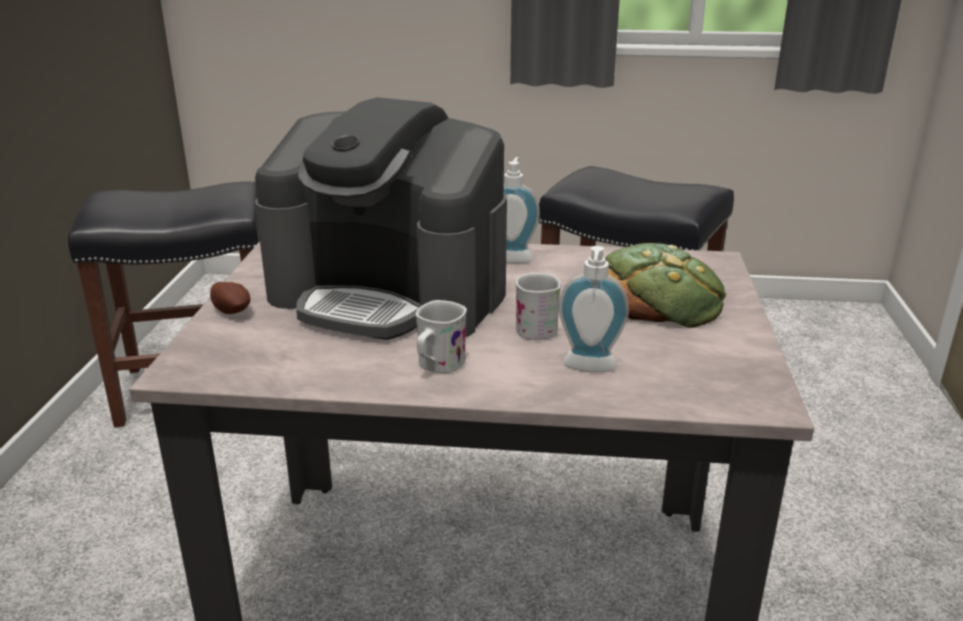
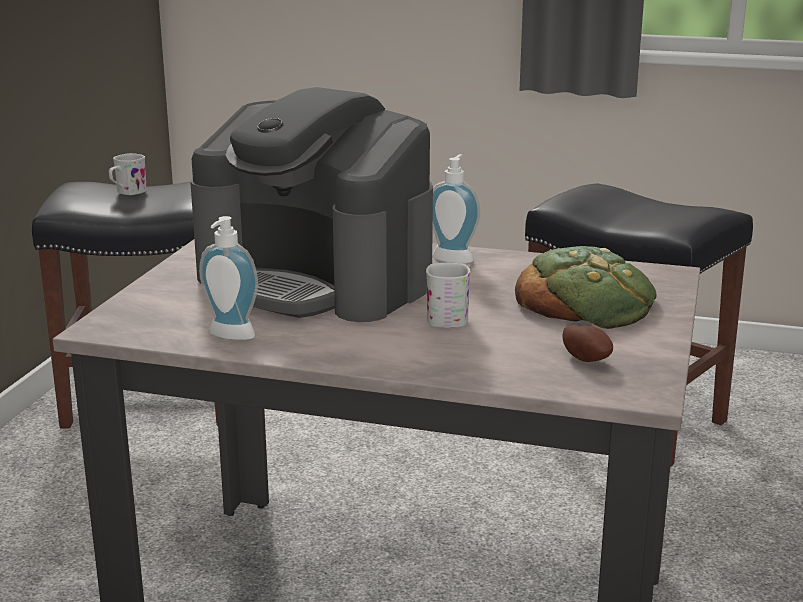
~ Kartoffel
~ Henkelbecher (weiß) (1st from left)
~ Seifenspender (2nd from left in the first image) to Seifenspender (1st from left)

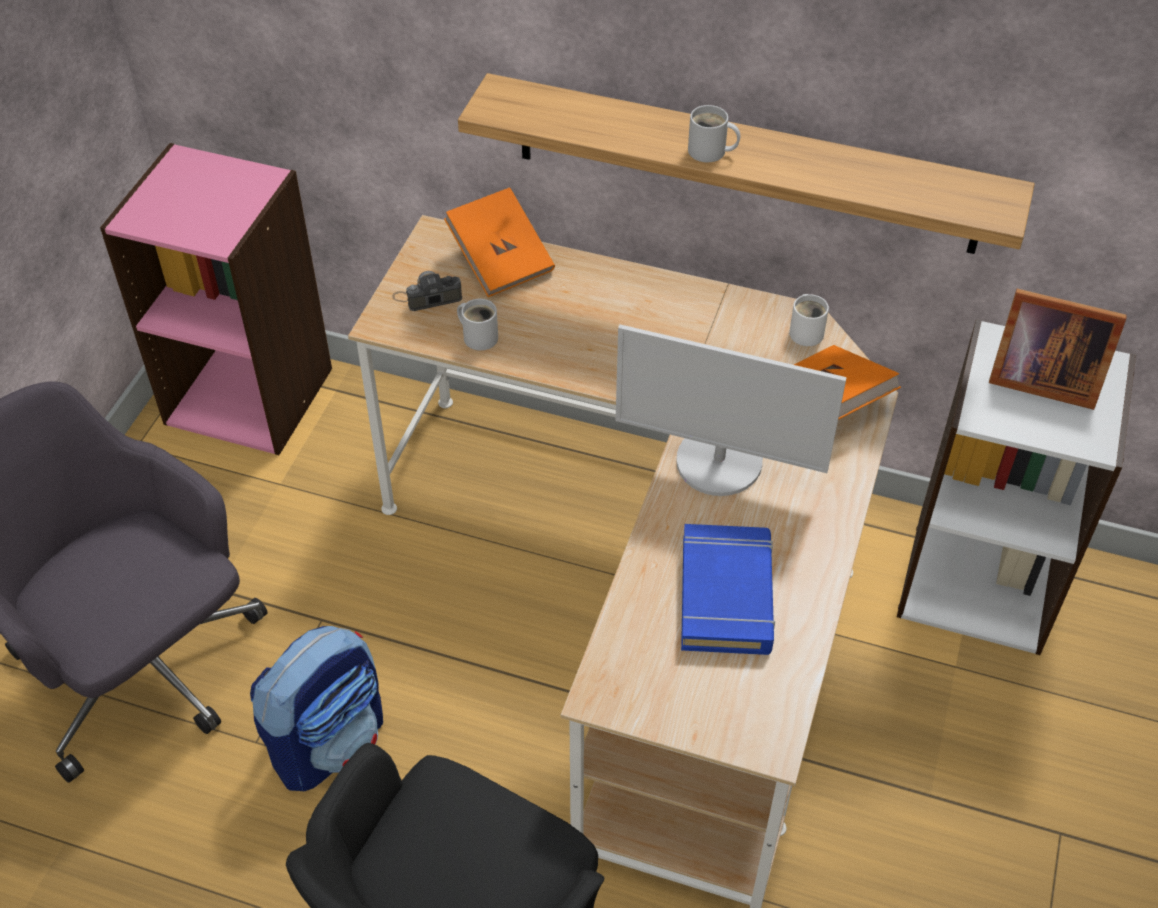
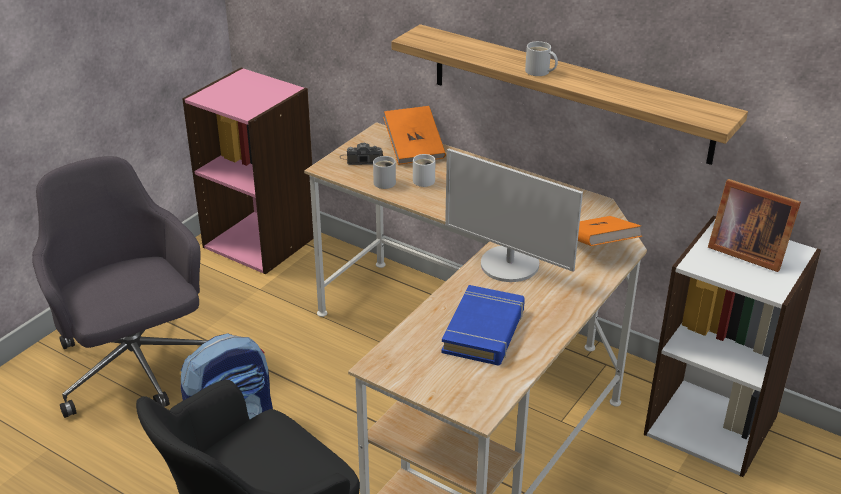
~ Henkelbecher (weiß) (3rd from left in the first image) to Henkelbecher (weiß) (2nd from left)

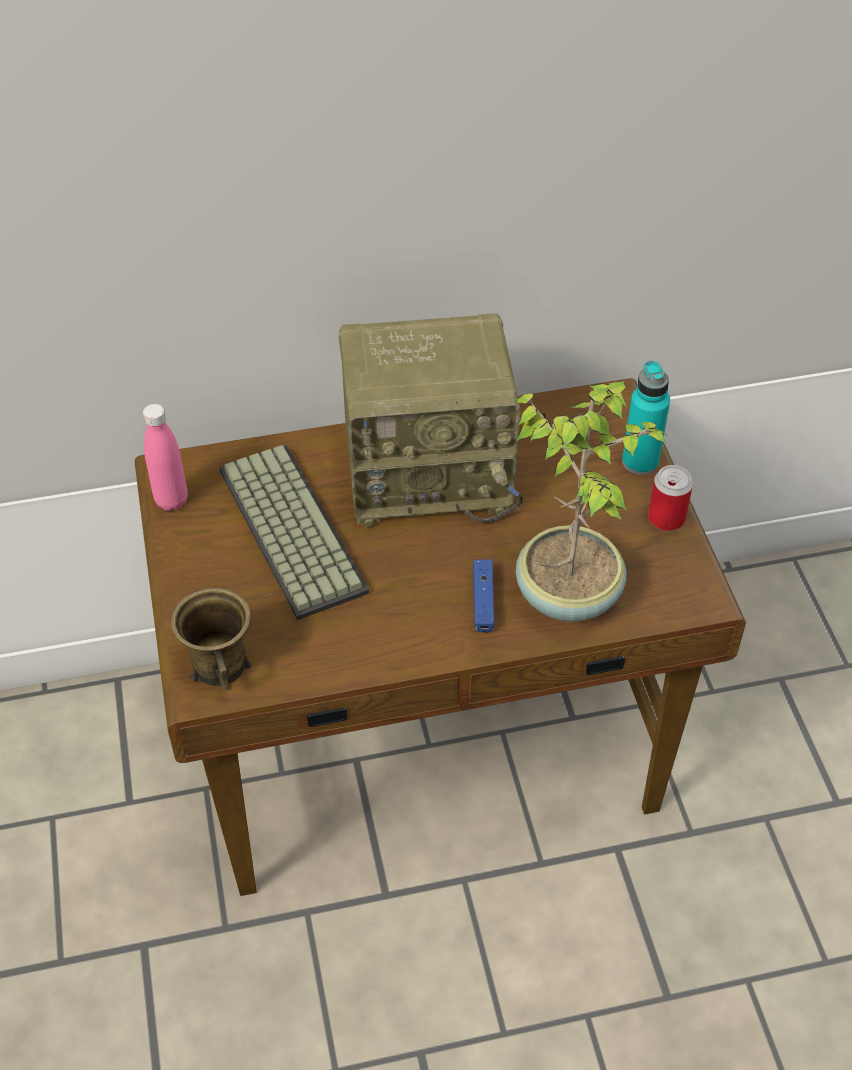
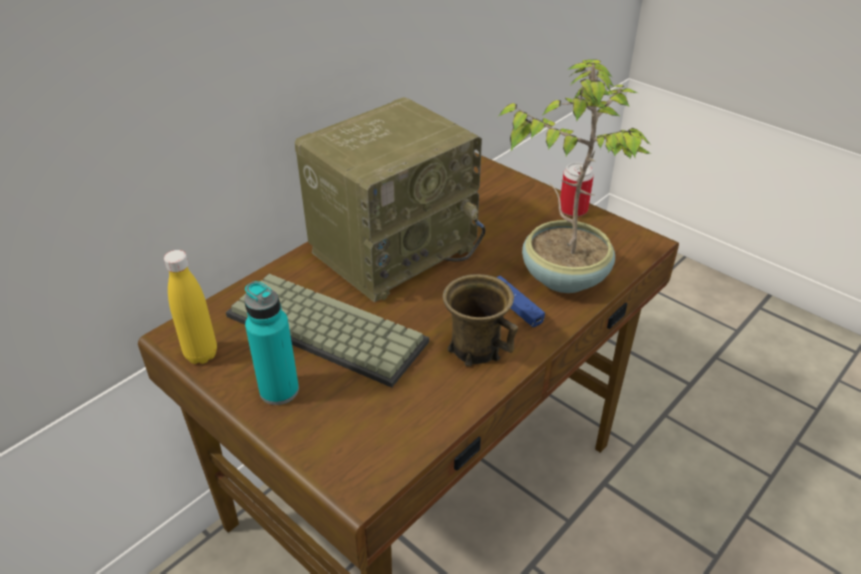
~ Flasche (rosa) to Flasche (gelb)
~ Henkelbecher (braun)
~ Flasche (türkis)

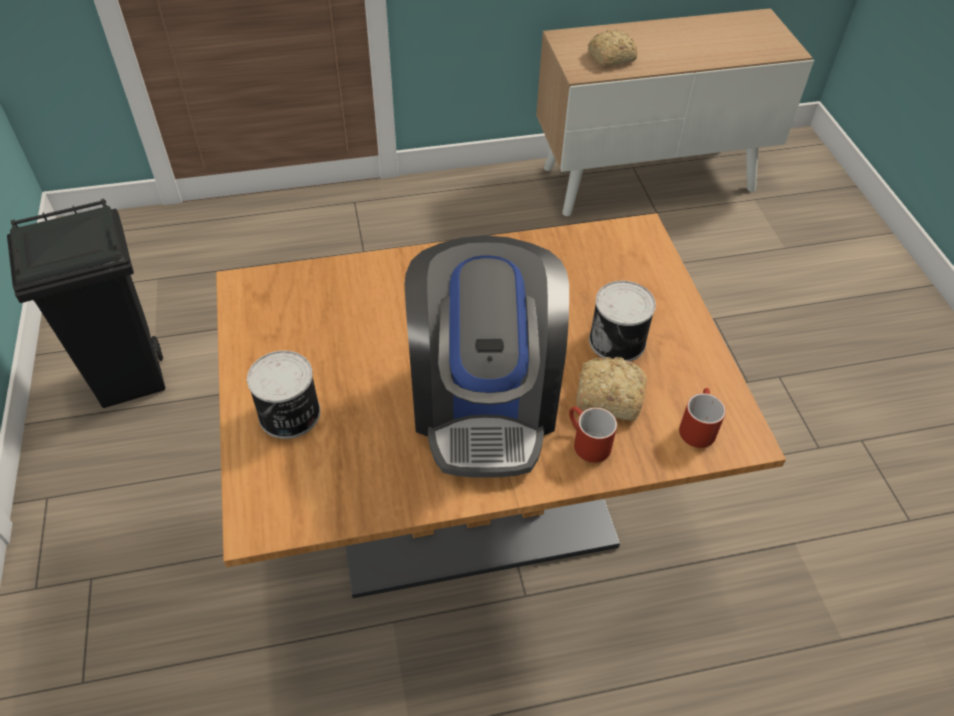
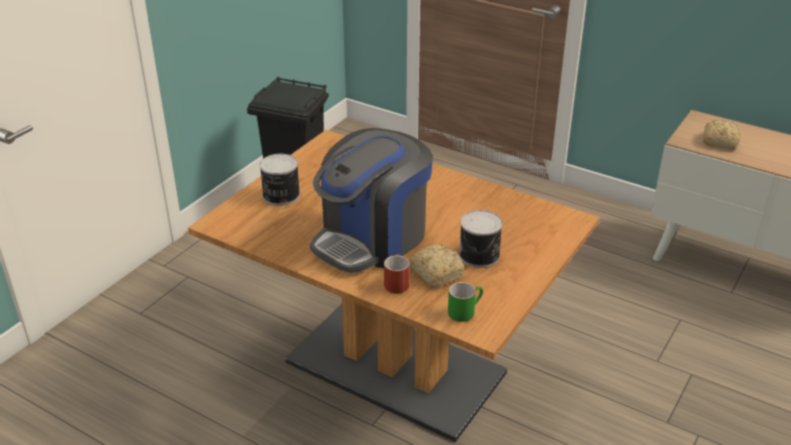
~ Henkelbecher (rot) (2nd from left) to Henkelbecher (grün)

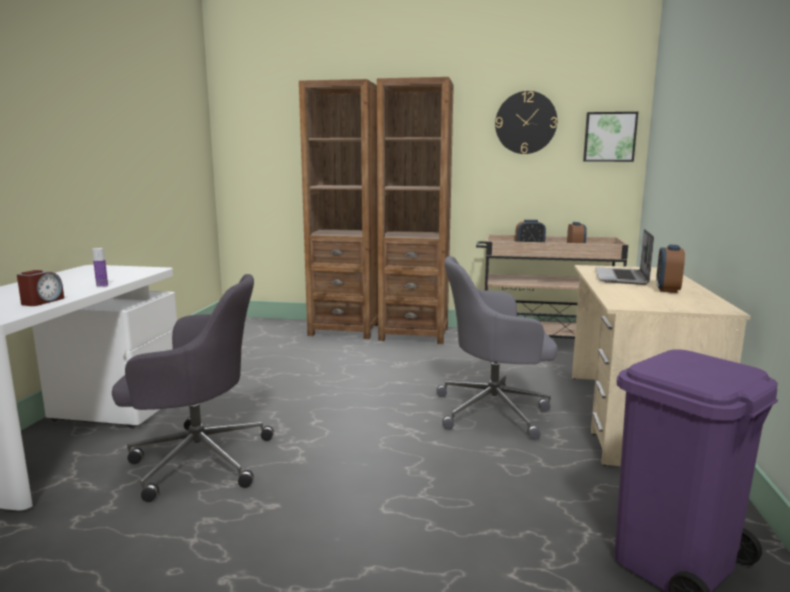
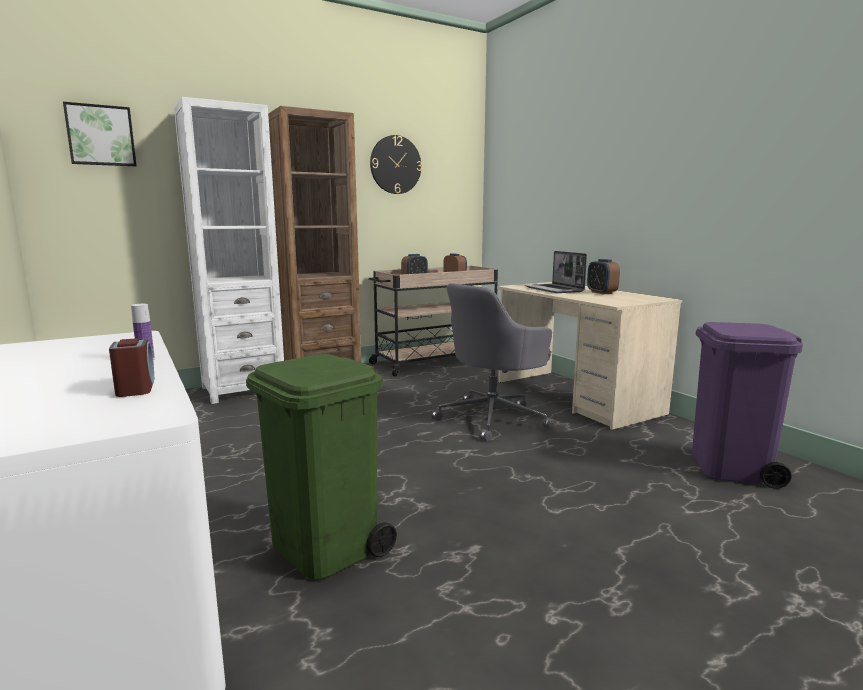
~ Bürostuhl (grau) (1st from left) to Mülleimer (grün)
~ Bücherregal (braun) (1st from left) to Bücherregal (weiß)
~ Bild

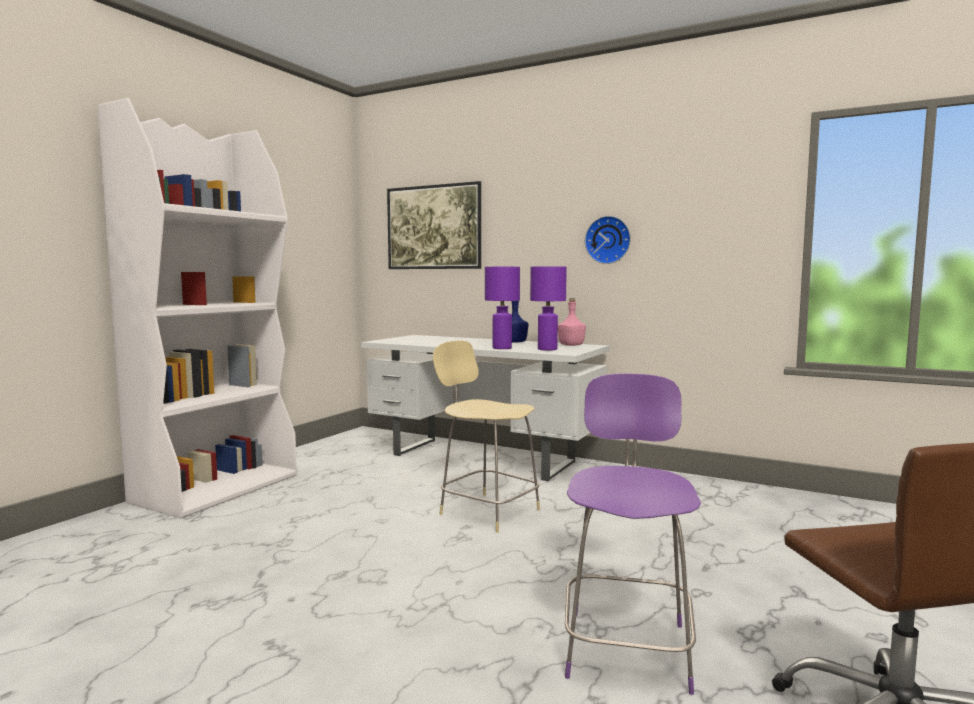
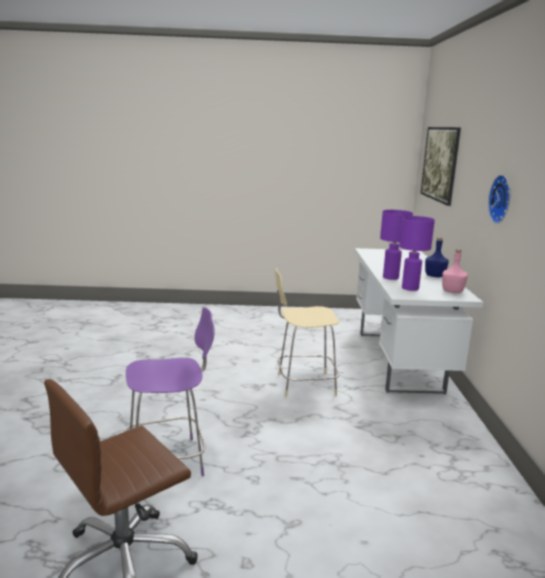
- Bücherregal (weiß)
~ Stuhl (beige) 105 degrees counterclockwise

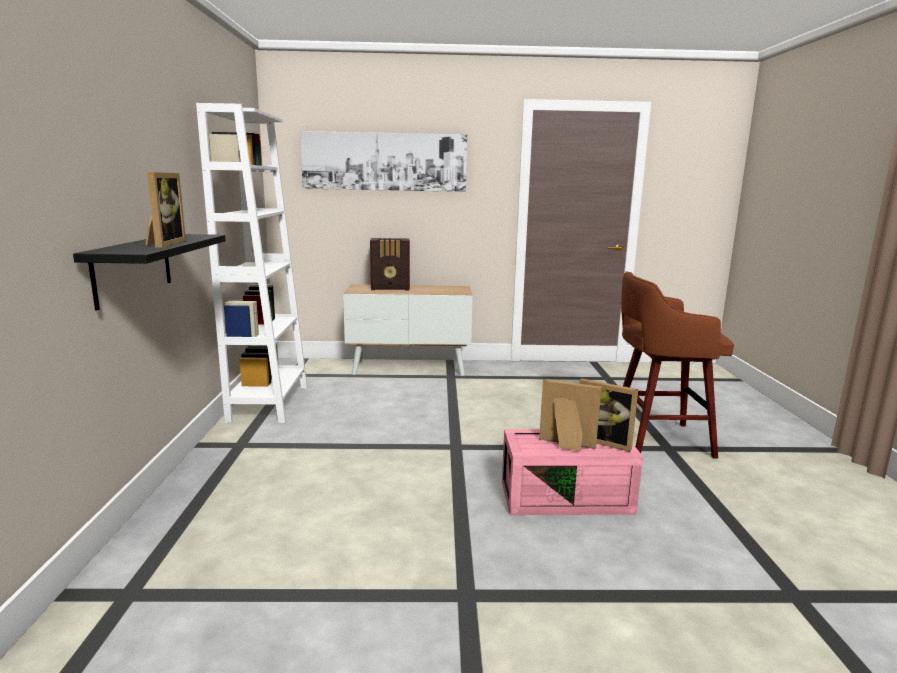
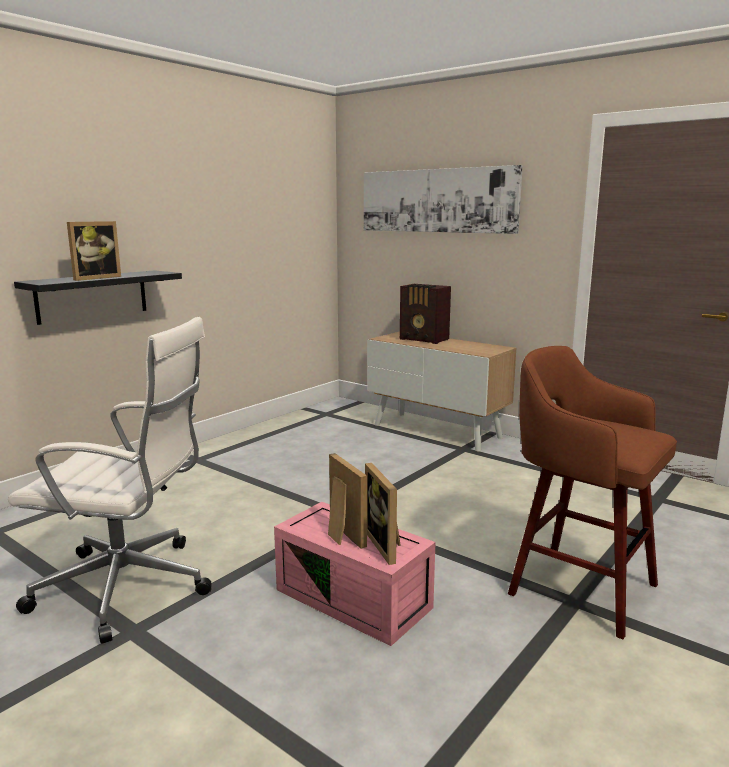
- Bücherregal (weiß)
+ Bürostuhl (weiß)

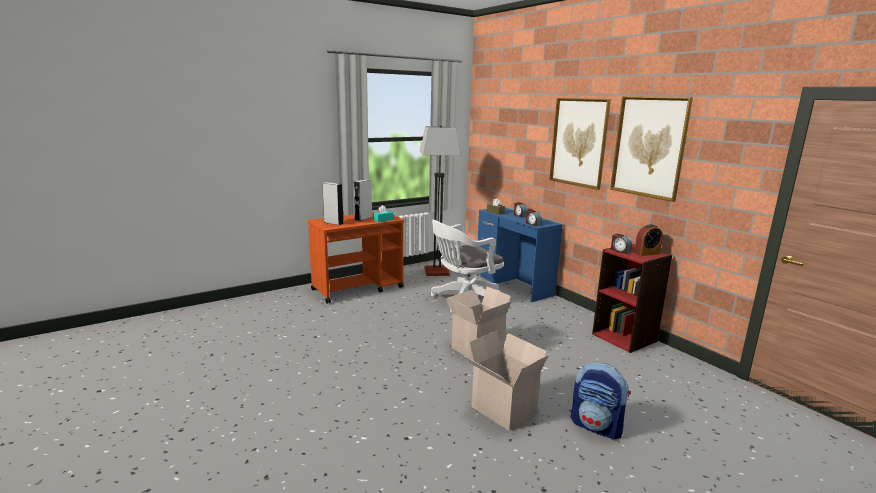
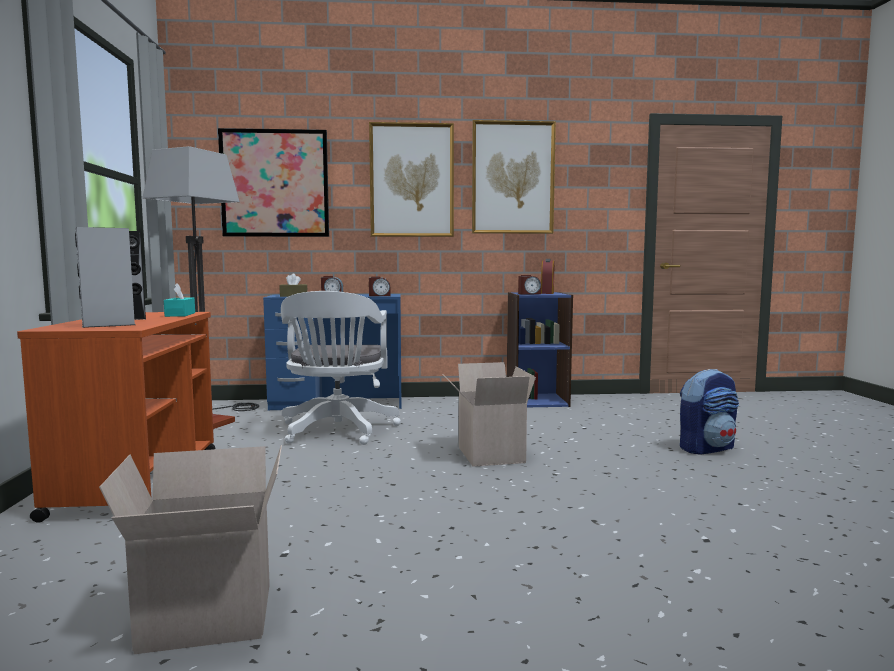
~ Karton (2nd from left in the first image) to Karton (1st from left)
~ Bücherregal (rot) to Bücherregal (blau)
+ Bild (1st from left)

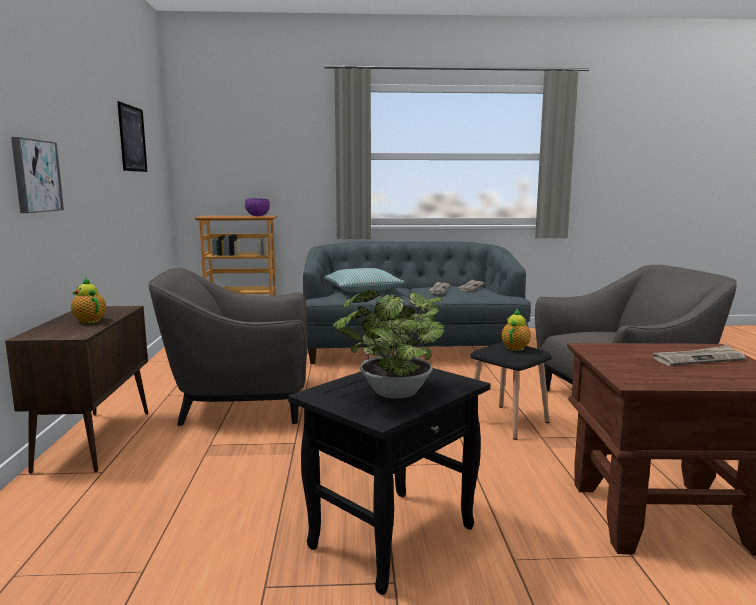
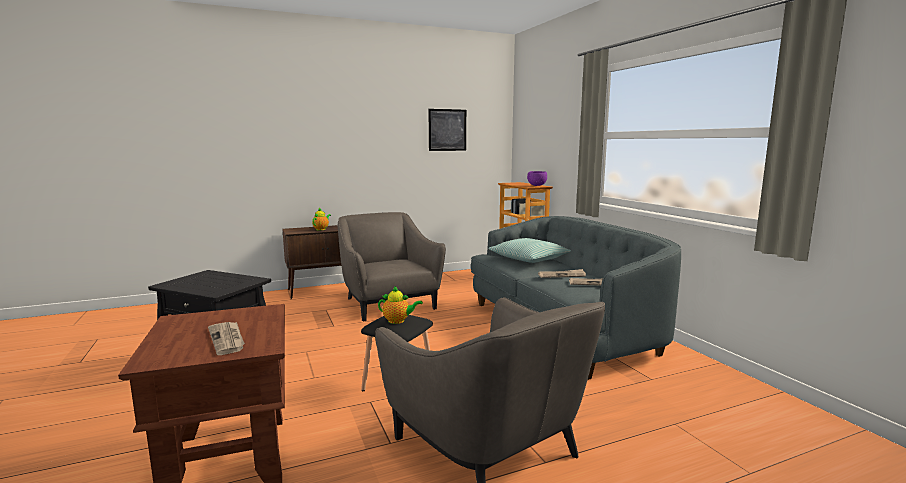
- Bild (1st from left)
- Topfpflanze

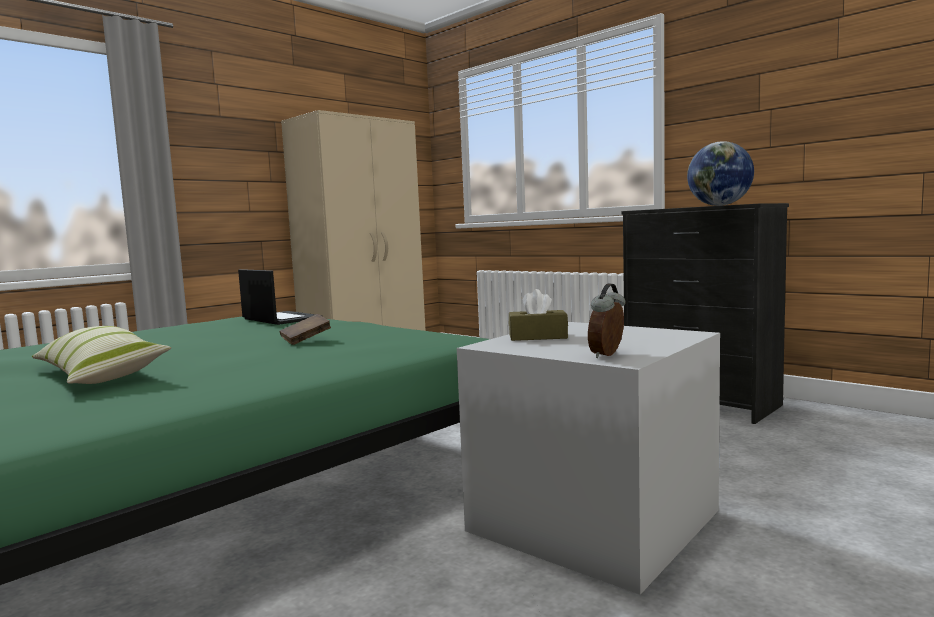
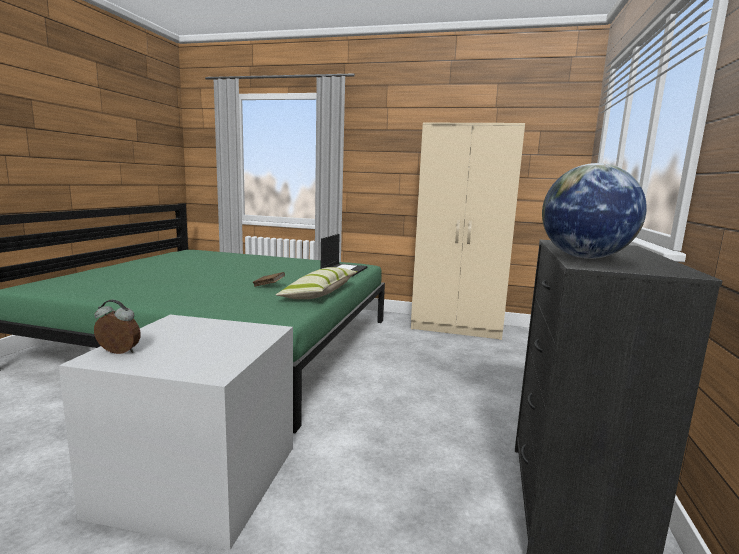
~ Kissen
- Taschentuchbox (braun)

